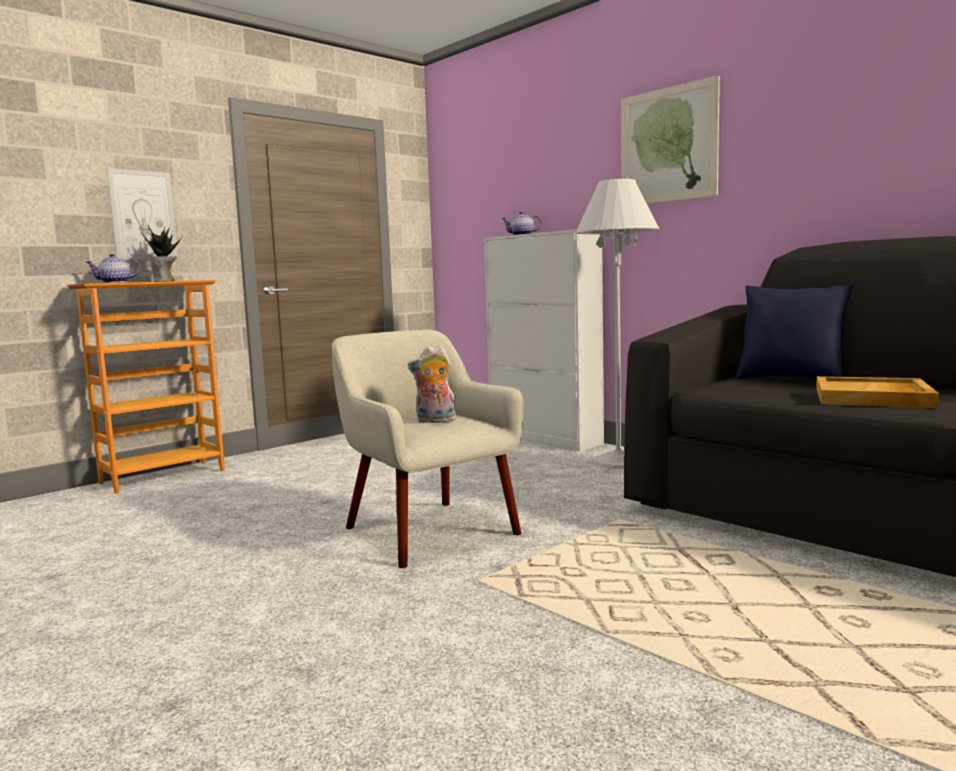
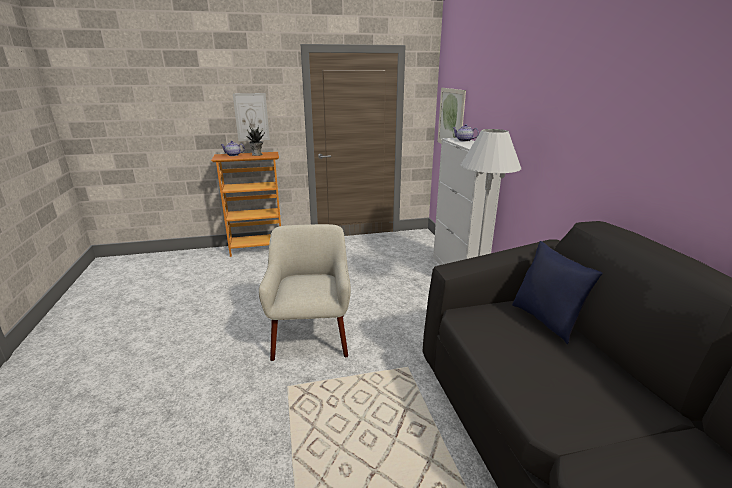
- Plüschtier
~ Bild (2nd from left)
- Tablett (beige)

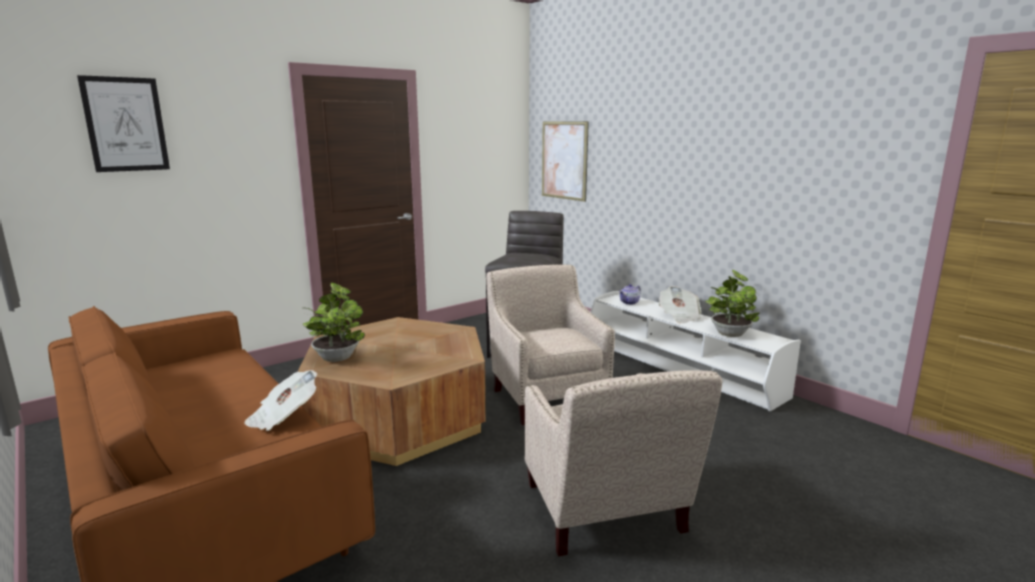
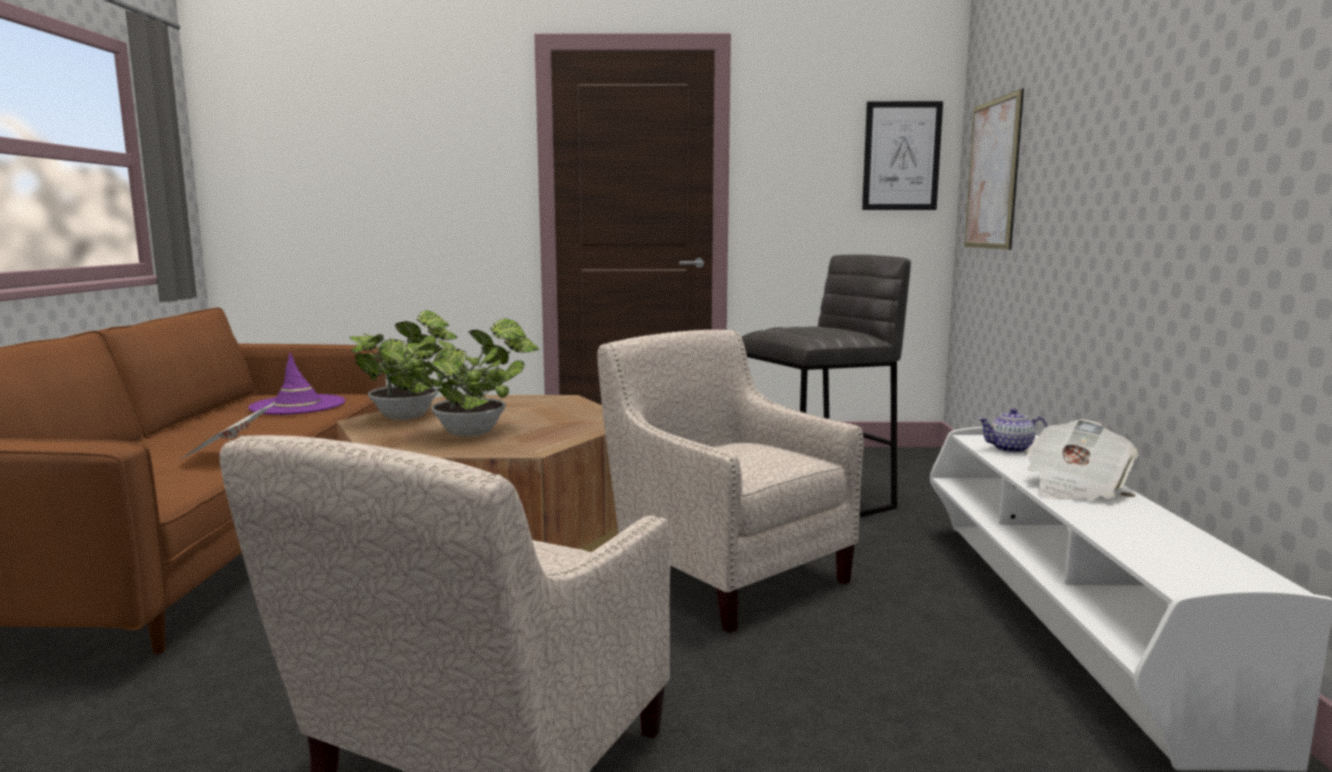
~ Bild (1st from left)
~ Sessel (beige) (1st from left in the first image) 60 degrees counterclockwise
~ Topfpflanze (2nd from left)
+ Hut (lila)

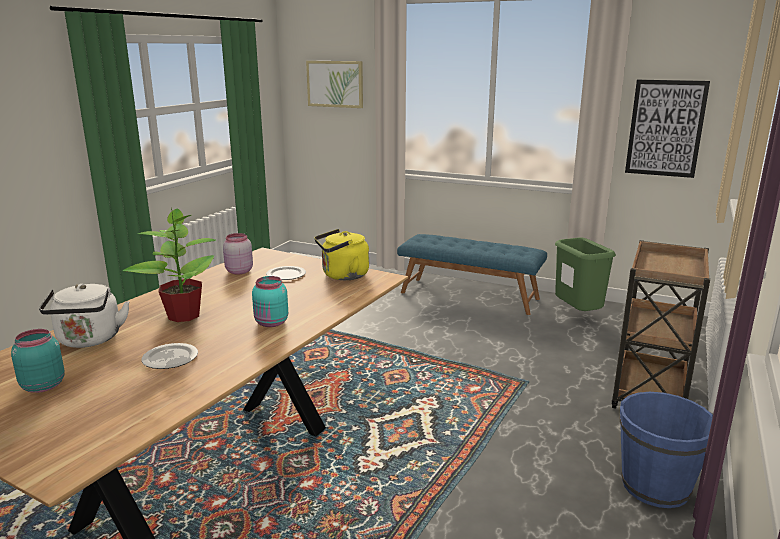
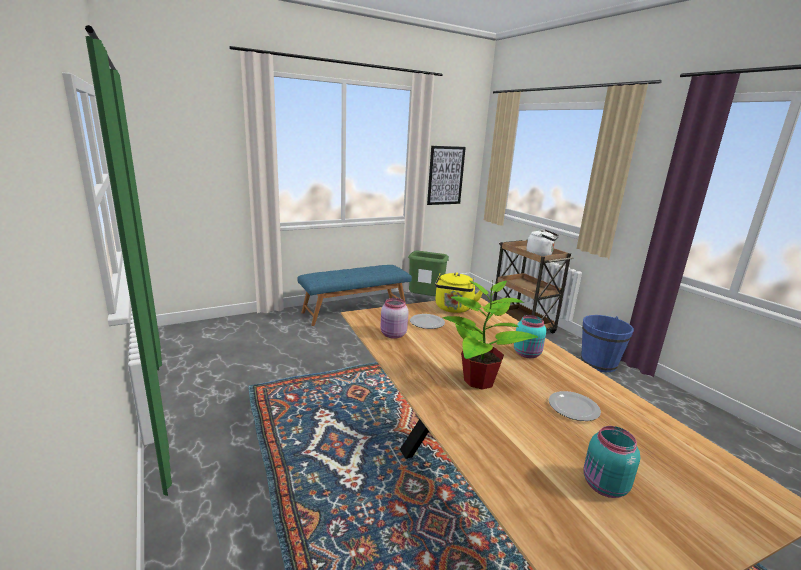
~ Wasserkessel (weiß)
- Bild (1st from left)

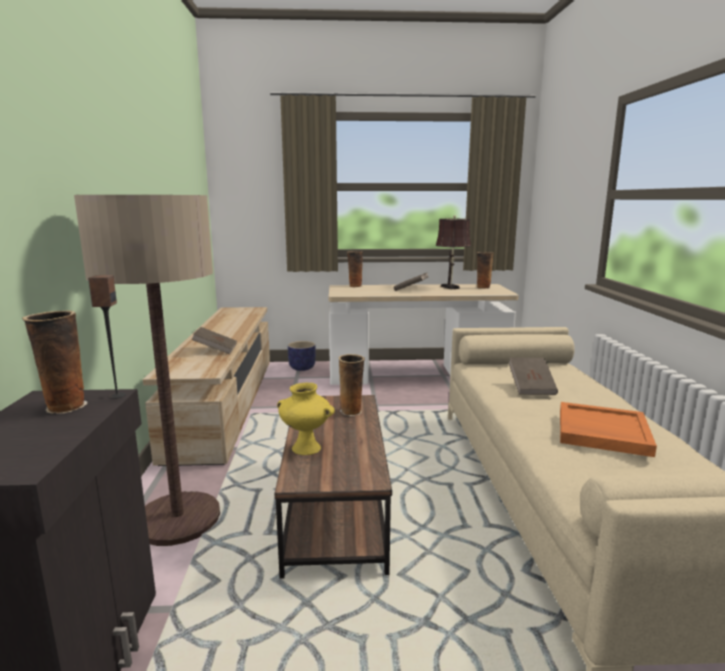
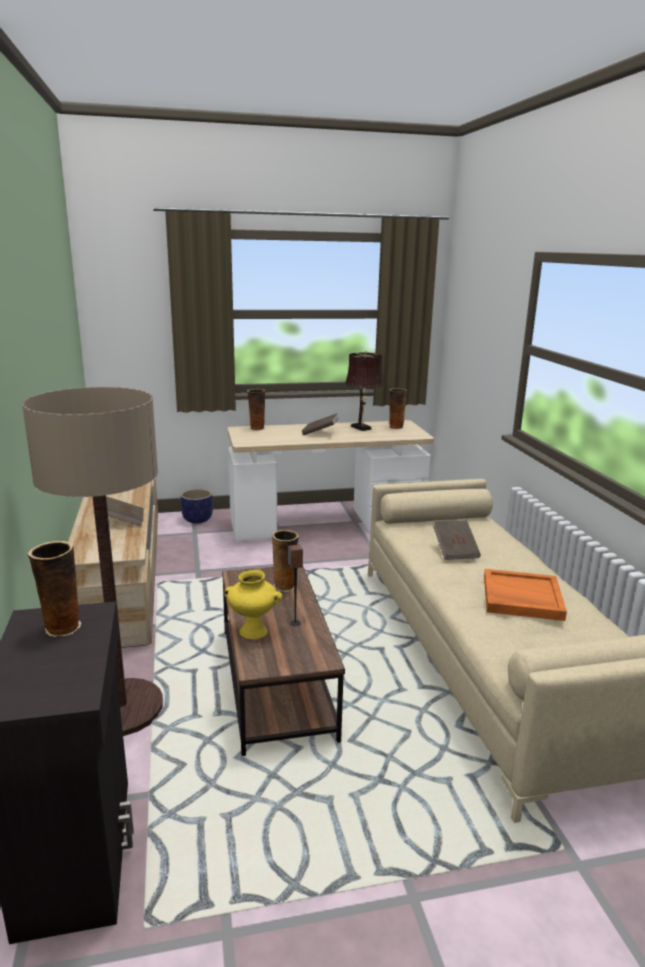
~ Lautsprecher

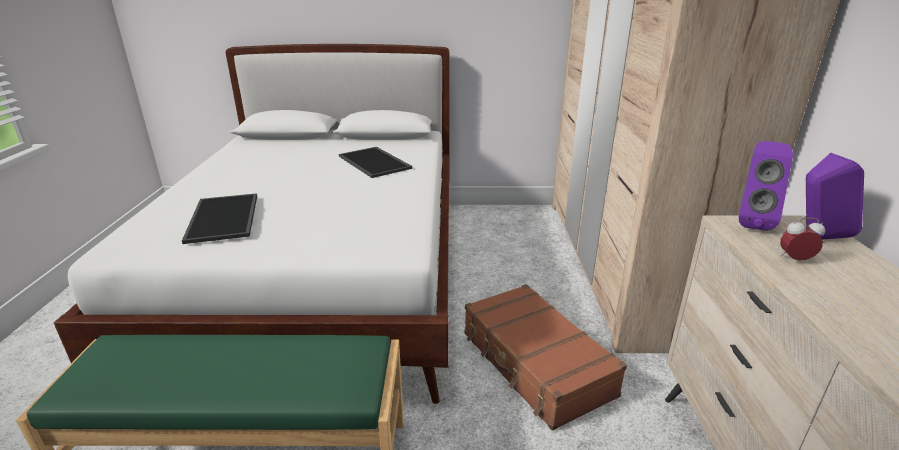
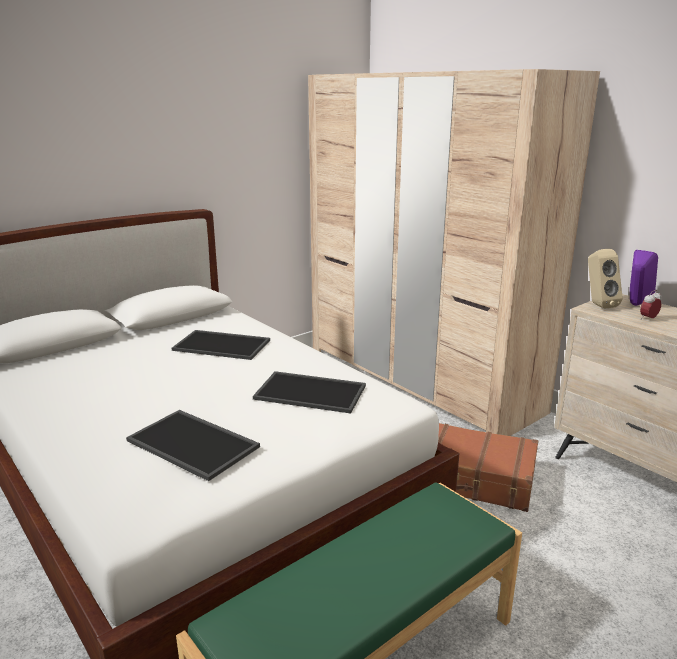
~ Lautsprecher (lila) (1st from left) to Lautsprecher (beige)
+ Tablett (3rd from left)

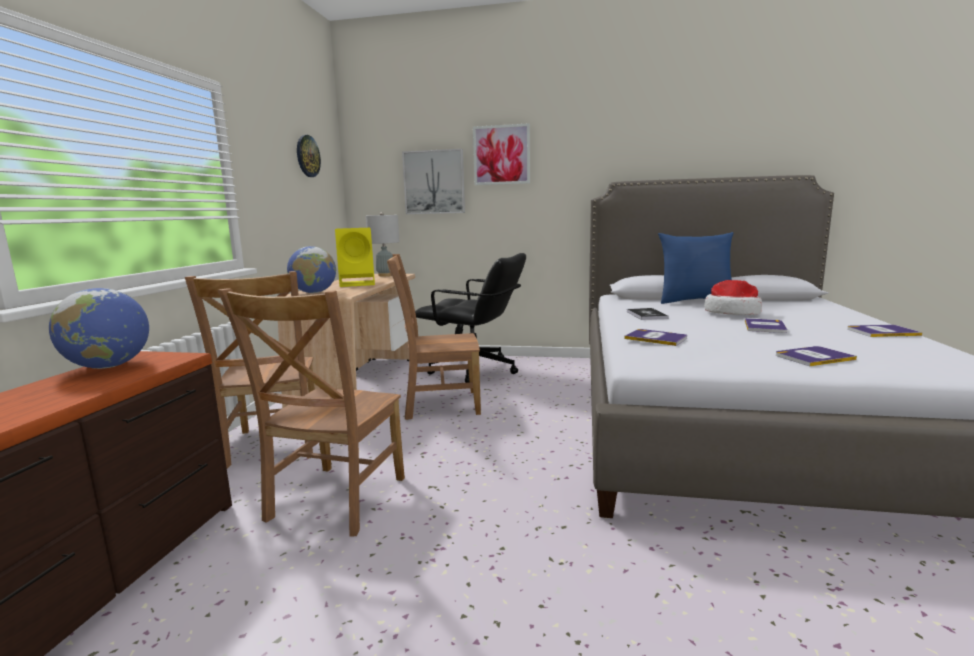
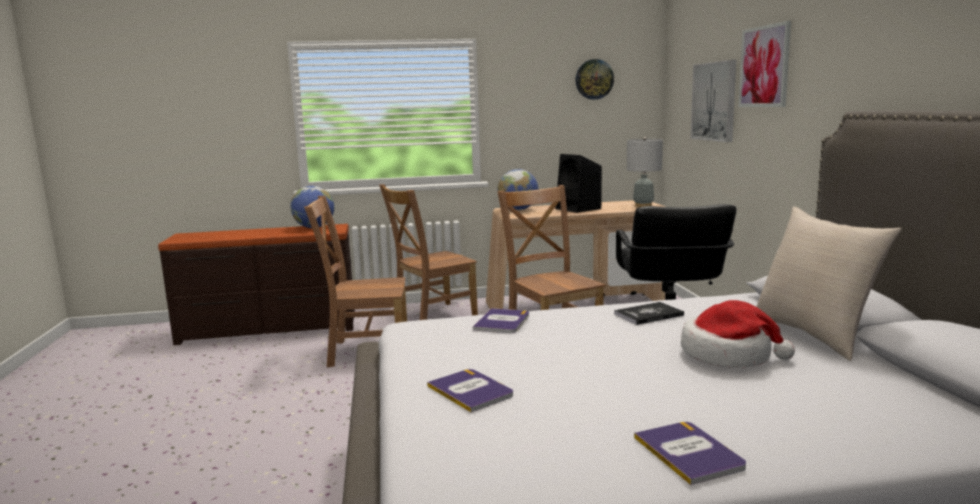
~ Lautsprecher (gelb) to Lautsprecher (schwarz)
~ Kissen (blau) to Kissen (beige)
- Buch (3rd from left)

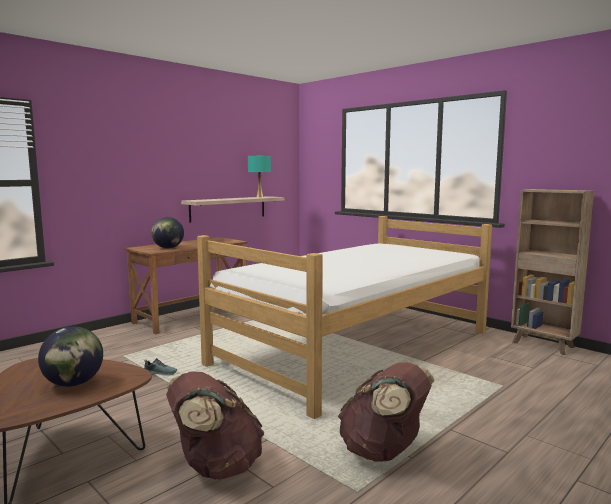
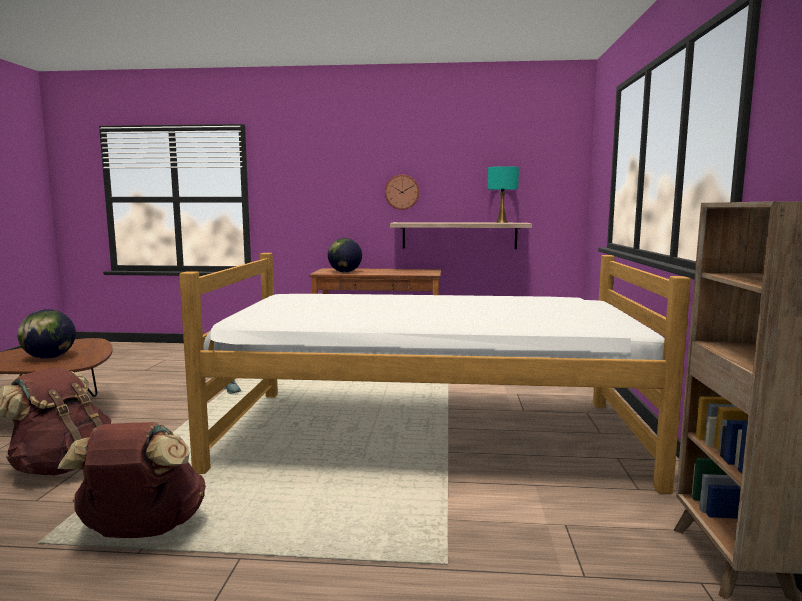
+ Wanduhr

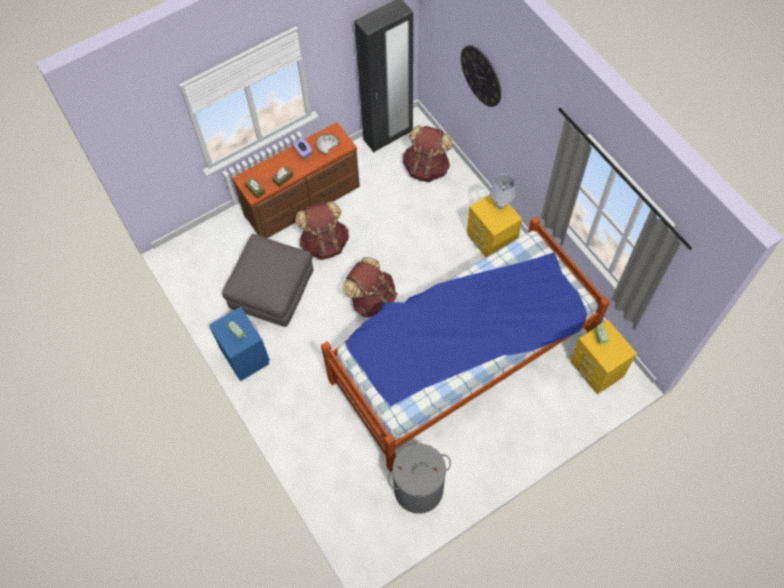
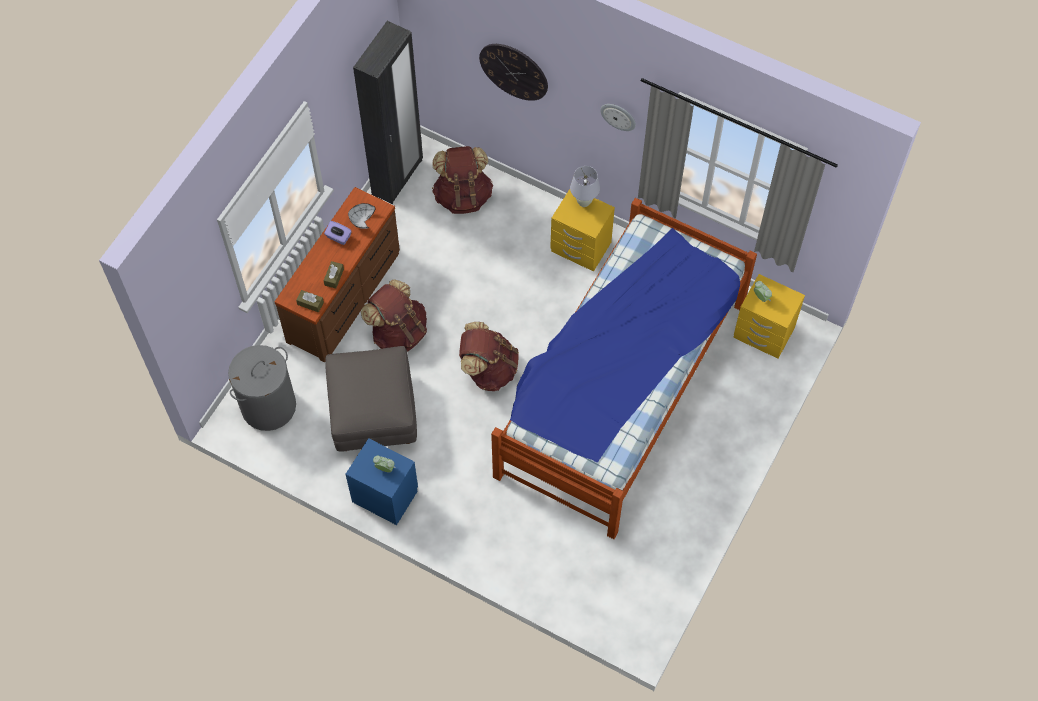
~ Wäschekorb (grau)
+ Wanduhr (2nd from left)

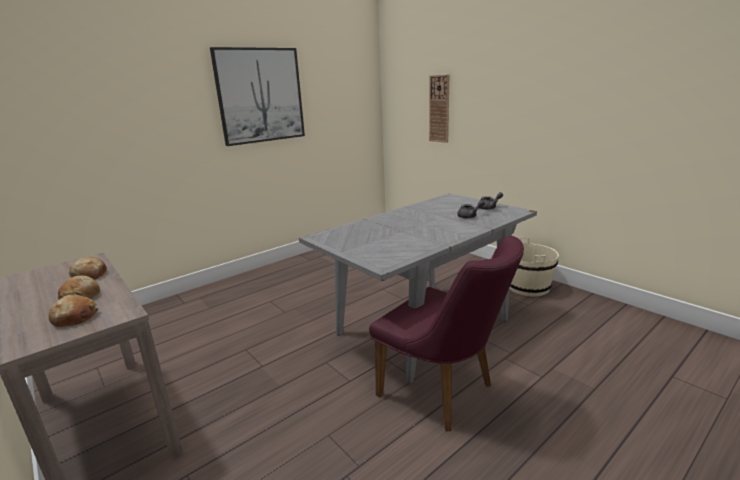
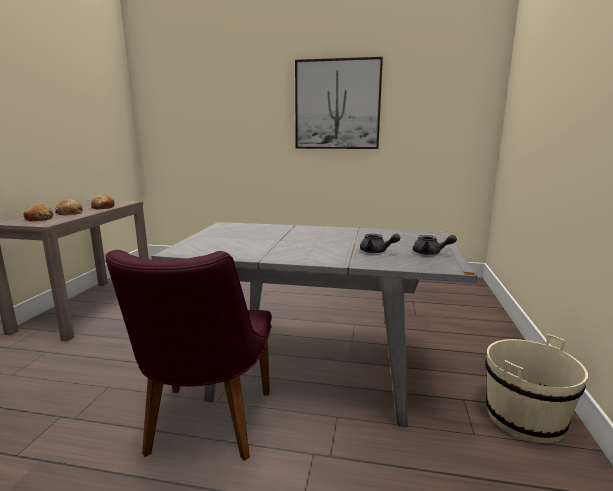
- Wanduhr

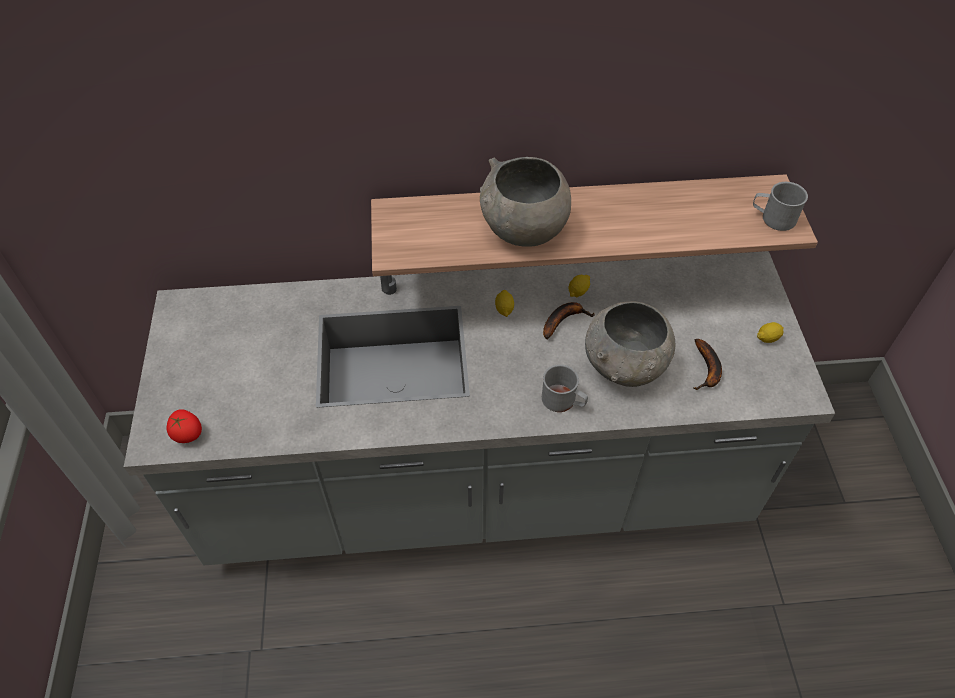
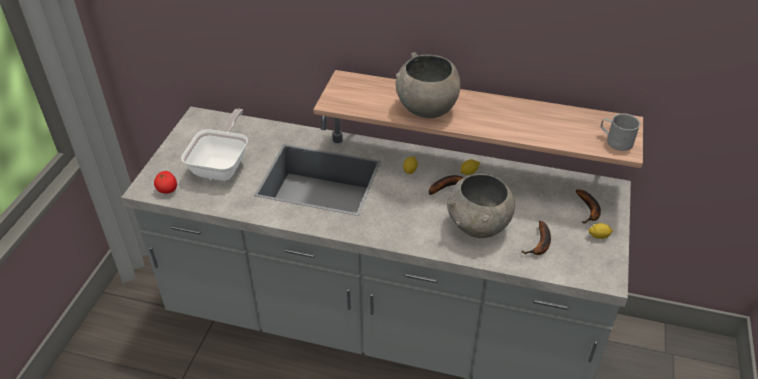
- Henkelbecher (grau) (1st from left)
+ Pfanne
+ Banane (3rd from left)

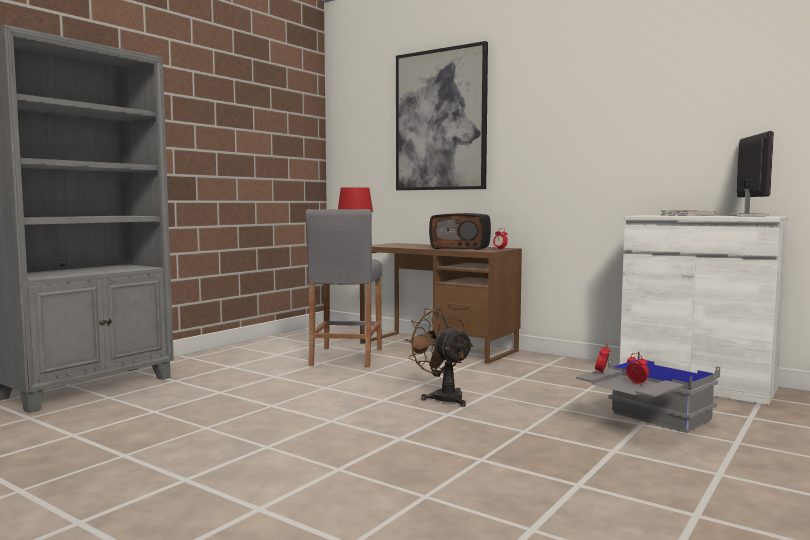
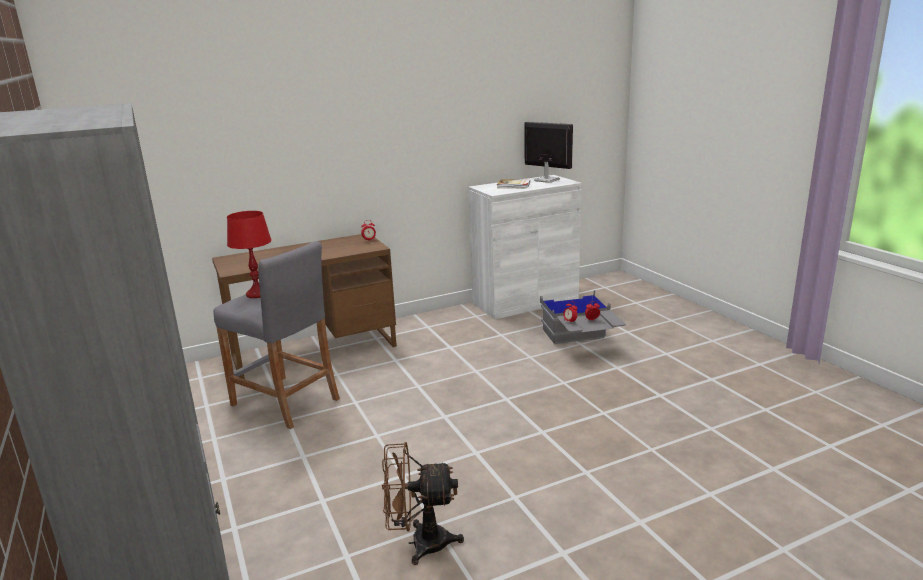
- Bild
~ Ventilator (braun)
- Radio

